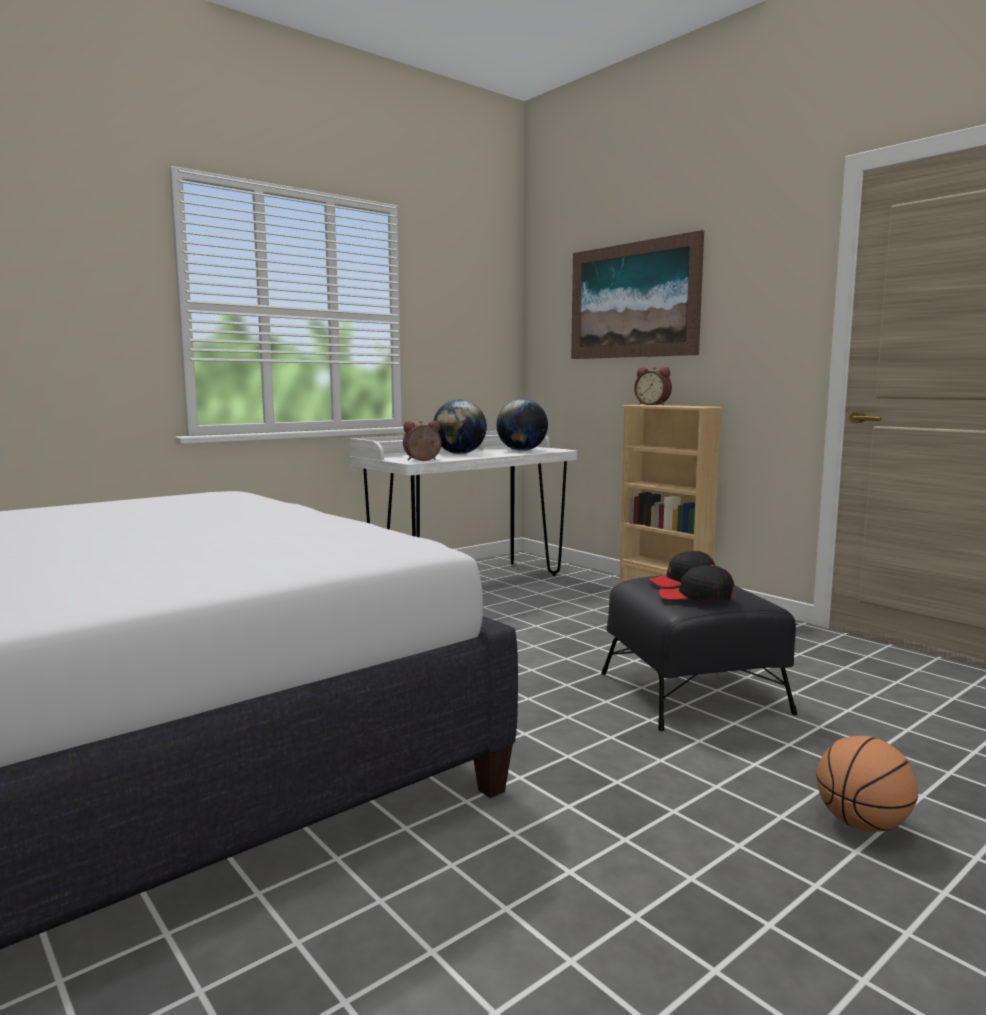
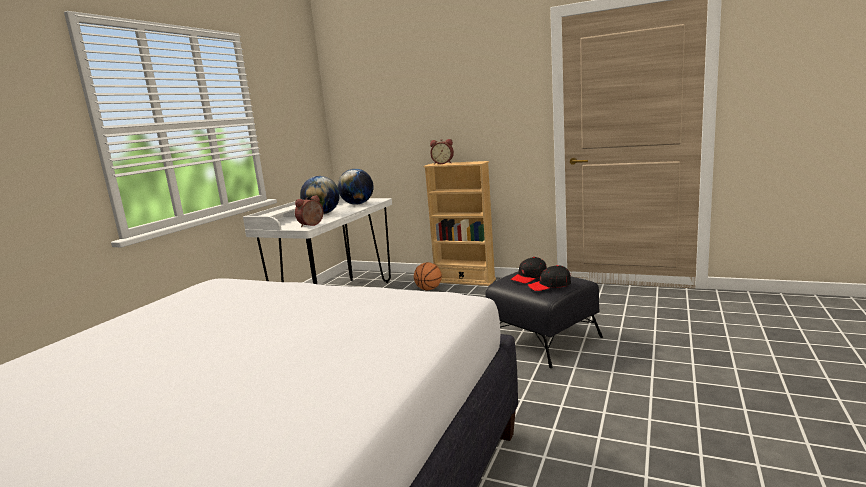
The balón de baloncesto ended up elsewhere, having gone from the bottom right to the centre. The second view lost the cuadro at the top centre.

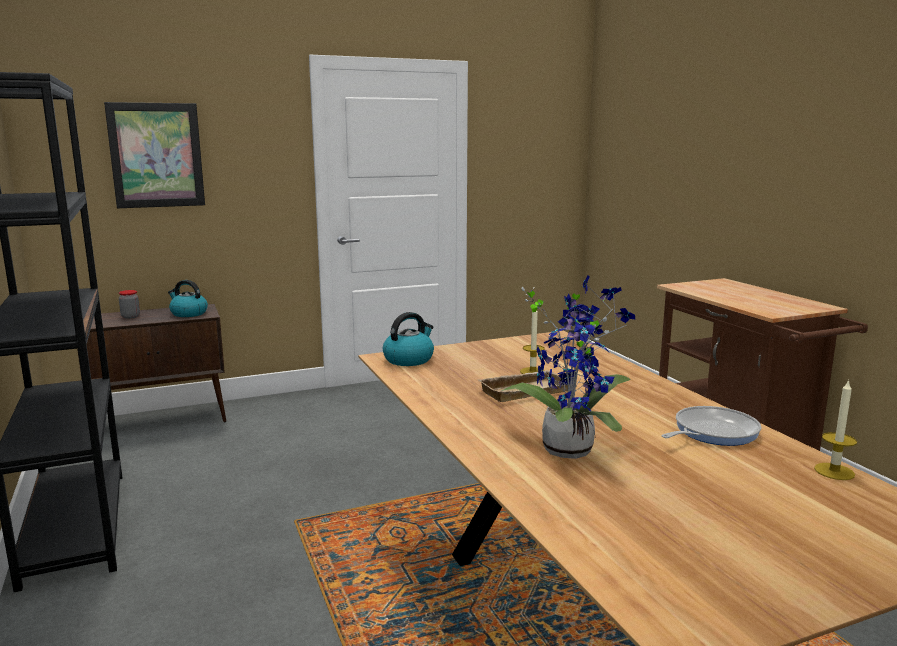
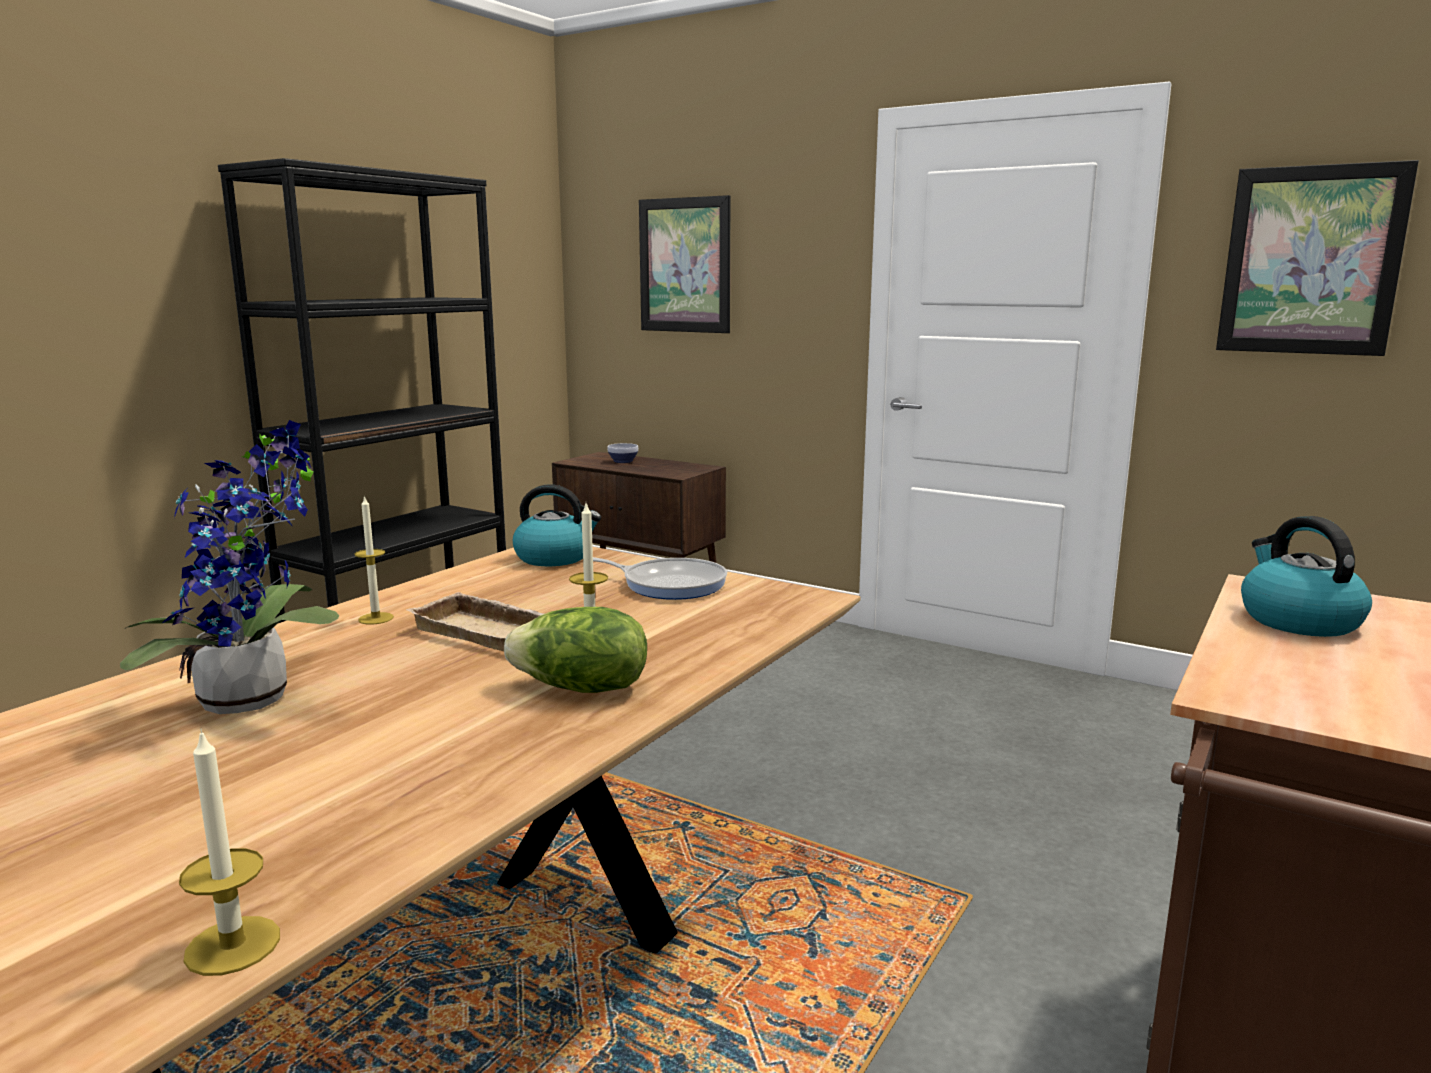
The second view gained the vela (2nd from left) at the middle left. The second view gained the lechuga at the centre. The sartén ended up elsewhere, having gone from the middle right to the centre. Where the tarro stood at the middle left, the cuenco came to stand at the centre. The second view gained the cuadro (2nd from left) at the top right. The hervidor (1st from left in the first image) ended up elsewhere, having gone from the middle left to the middle right.

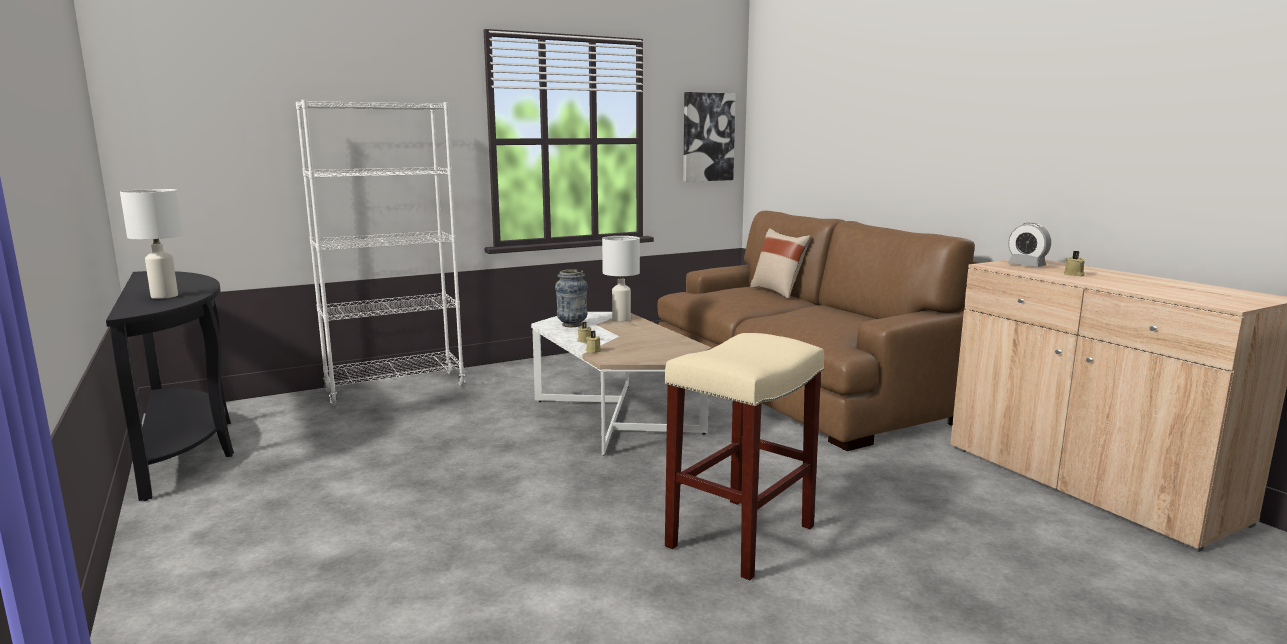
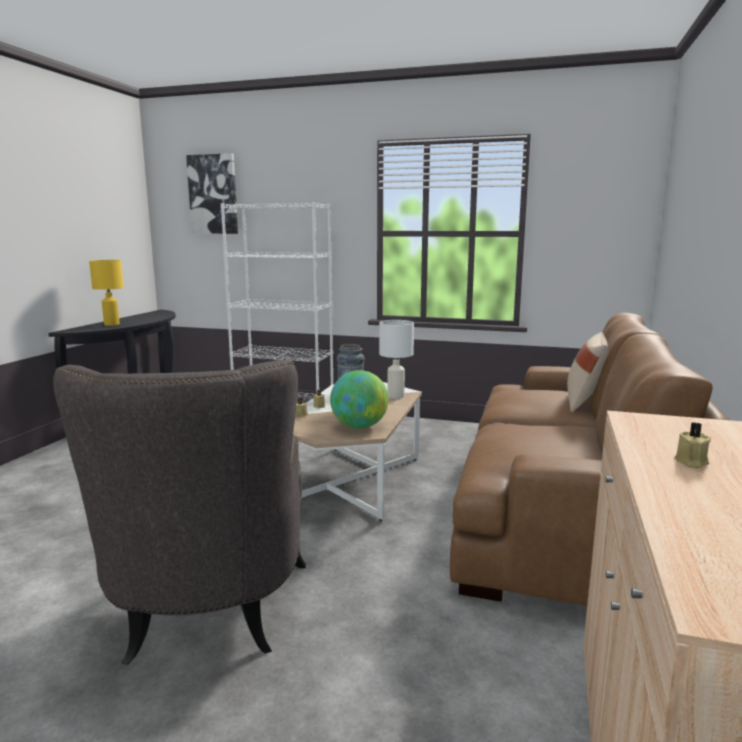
Where the taburete (beis) stood at the bottom centre, the sillón (gris) came to stand at the bottom left. What was the lámpara de mesa (blanco) (1st from left) at the middle left turned into the lámpara de mesa (amarillo) at the middle left. The cuadro ended up elsewhere, having gone from the top centre to the top left. The second view gained the globo terráqueo at the centre. The second view lost the despertador at the middle right.

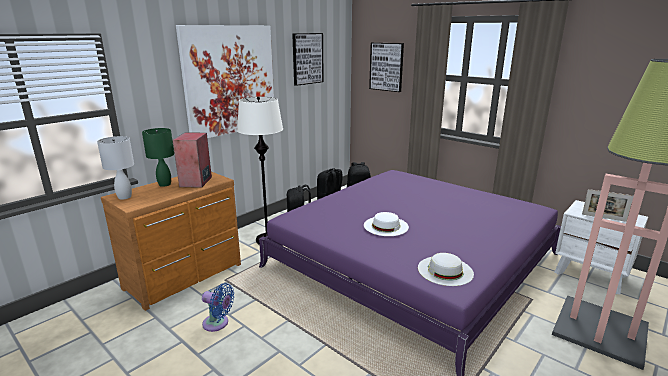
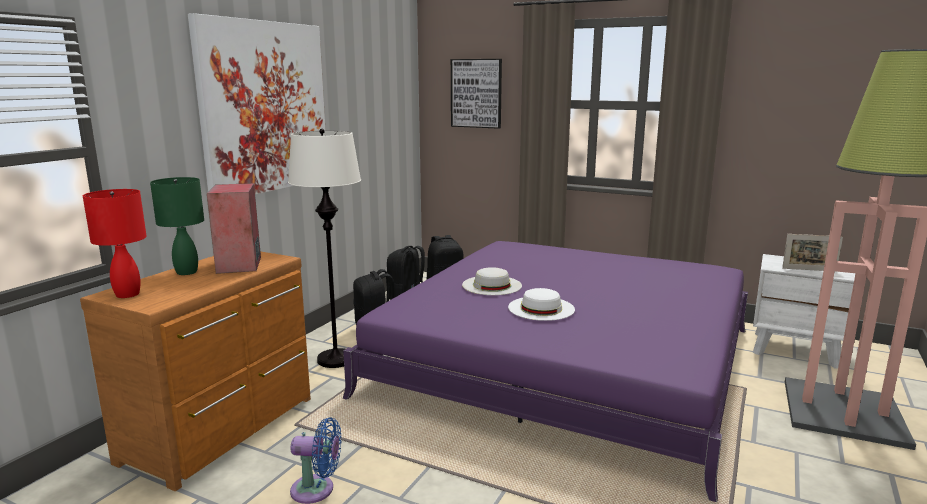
What was the lámpara de mesa (blanco) at the middle left turned into the lámpara de mesa (rojo) at the middle left. The sombrero (blanco) (2nd from left in the first image) ended up elsewhere, having gone from the bottom right to the centre. The second view lost the cuadro (2nd from left) at the top centre.

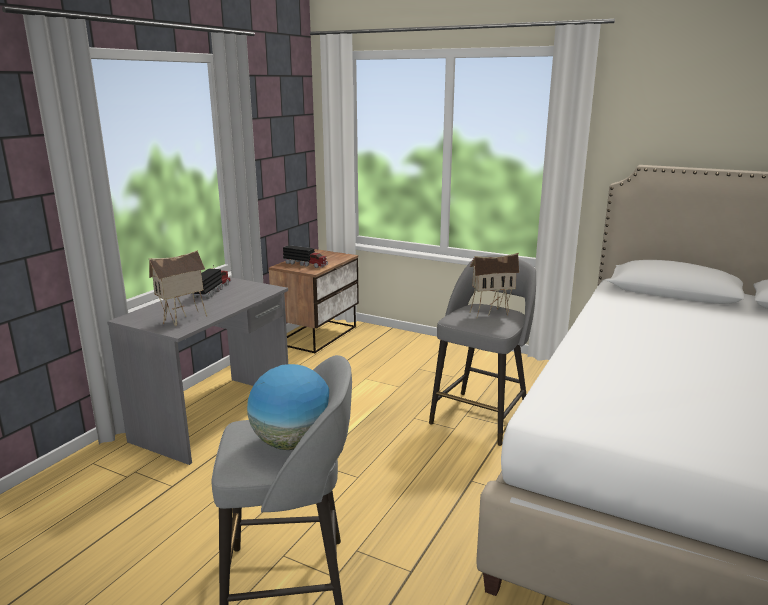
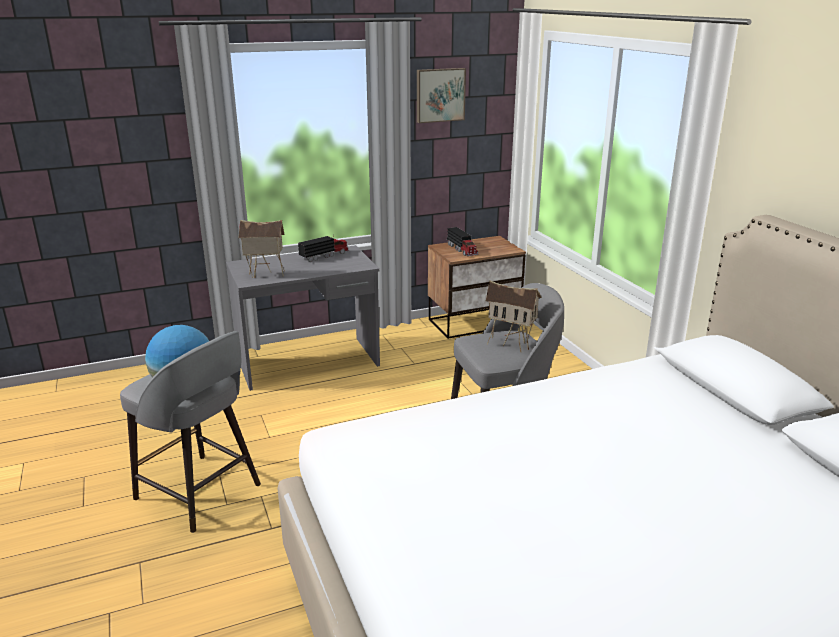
The second view gained the cuadro at the top centre.

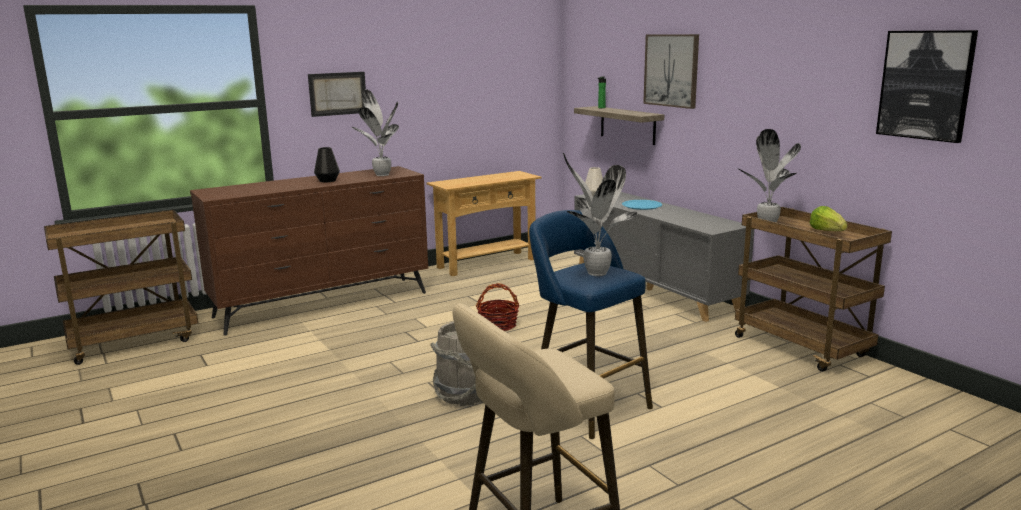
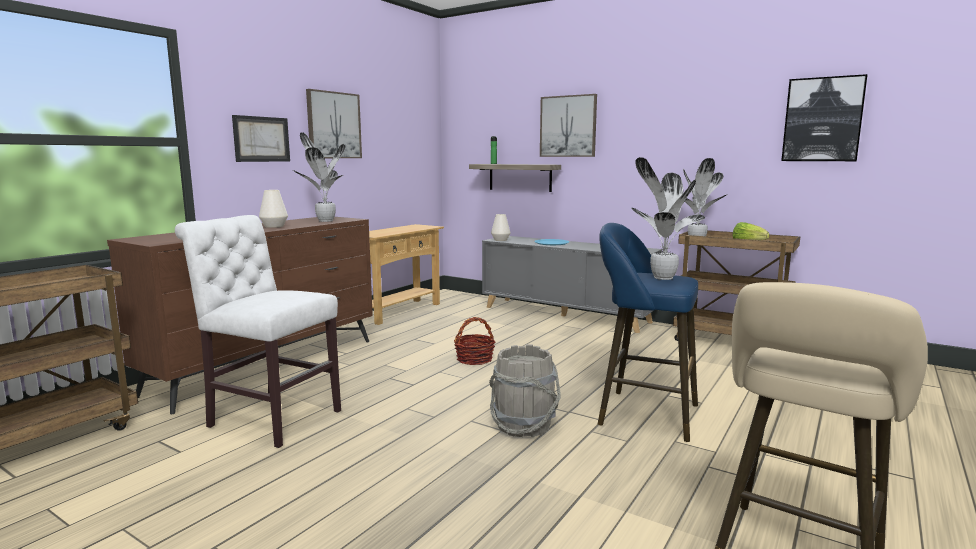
The second view gained the silla (blanco) at the middle left. What was the florero (negro) at the top left turned into the florero (blanco) (1st from left) at the middle left. The second view gained the cuadro (2nd from left) at the top centre.

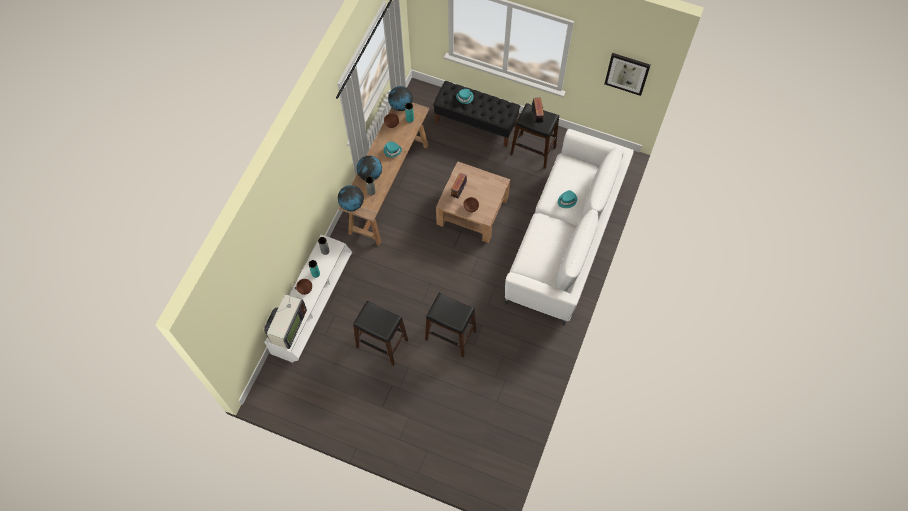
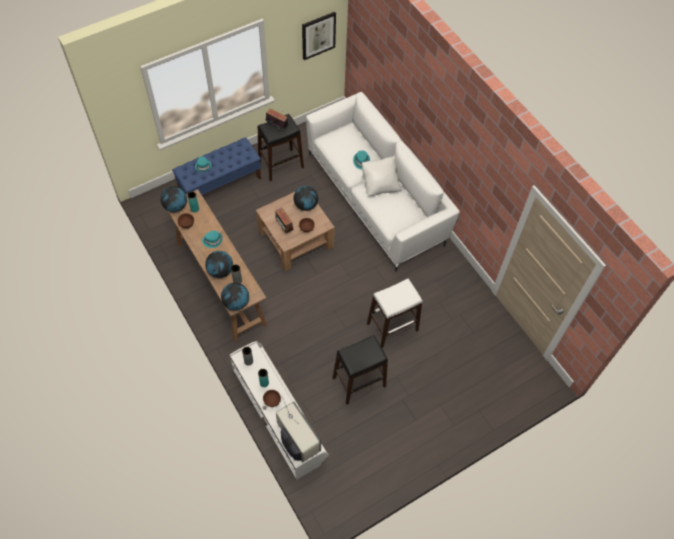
What was the banco (negro) at the top centre turned into the banco (azul) at the top left. The second view gained the globo terráqueo (4th from left) at the centre. The second view gained the cojín (blanco) at the top centre. What was the taburete (negro) (2nd from left) at the centre turned into the taburete (blanco) at the centre.

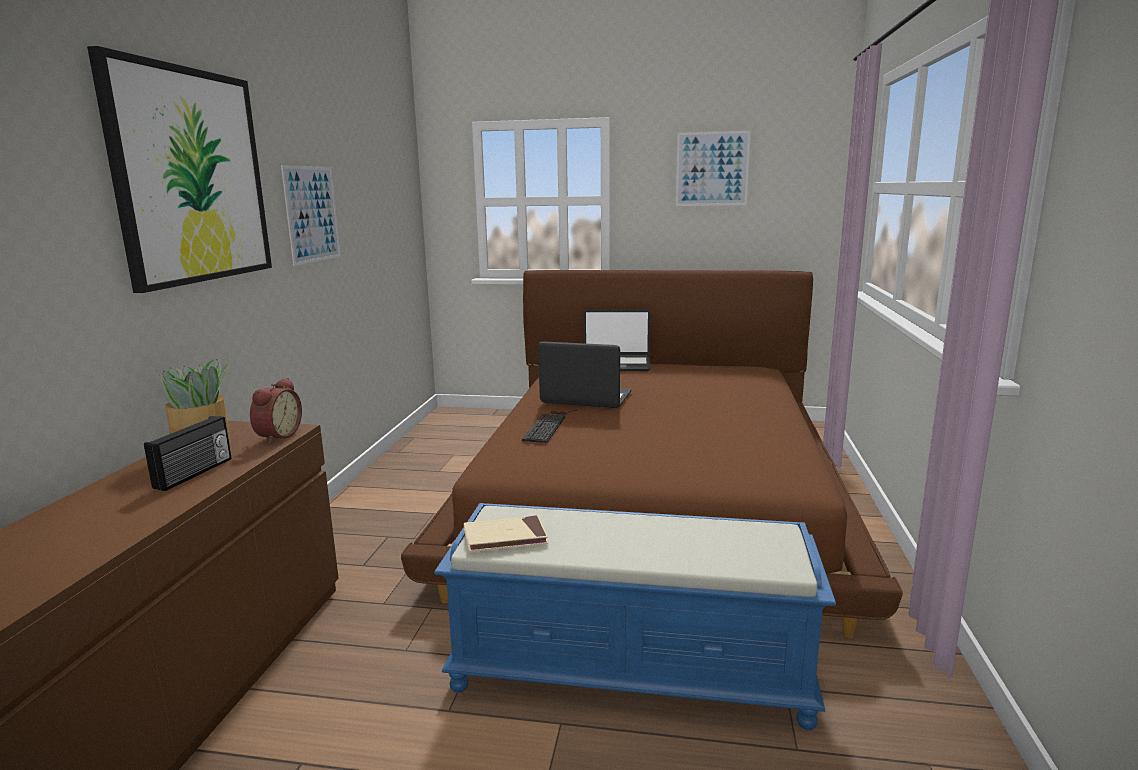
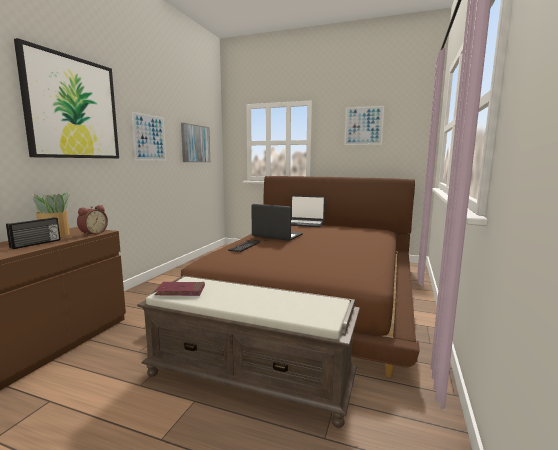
What was the banco (azul) at the bottom centre turned into the banco (marrón) at the bottom centre. What was the libro (beis) at the bottom centre turned into the libro (rojo) at the middle left. The second view gained the cuadro (3rd from left) at the top centre.

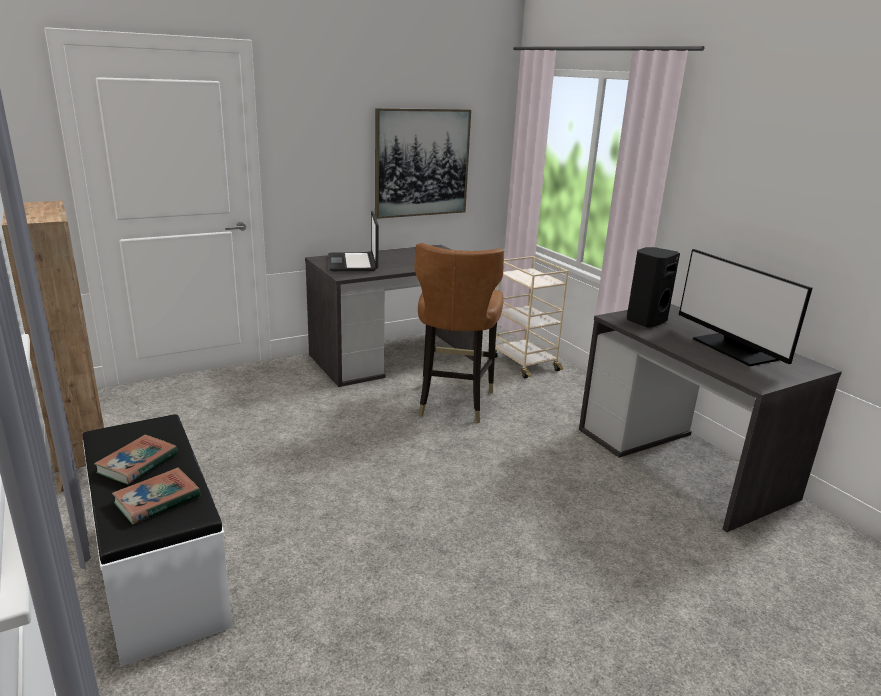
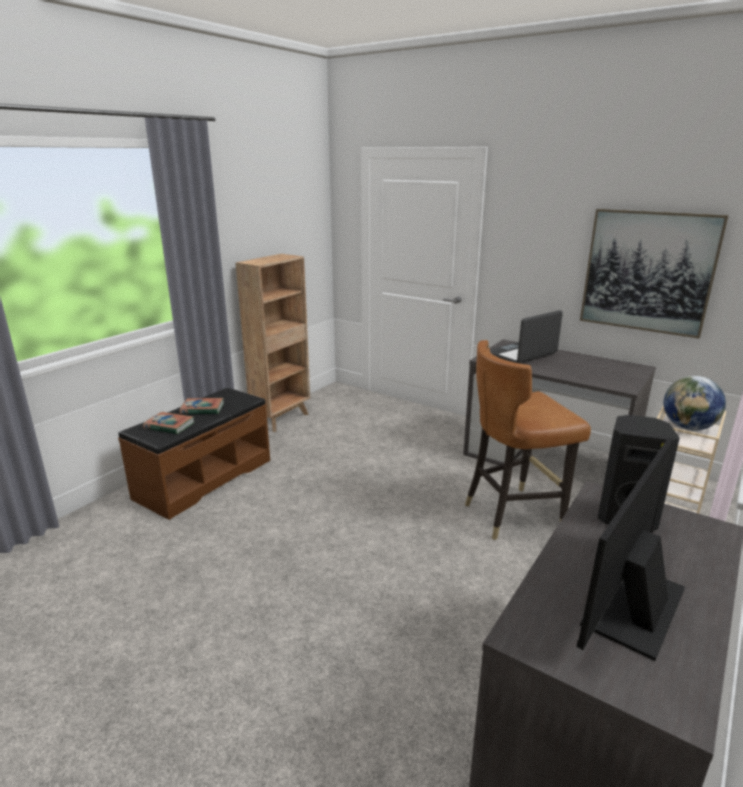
What was the banco (blanco) at the bottom left turned into the banco (marrón) at the middle left. The second view gained the globo terráqueo at the middle right.

